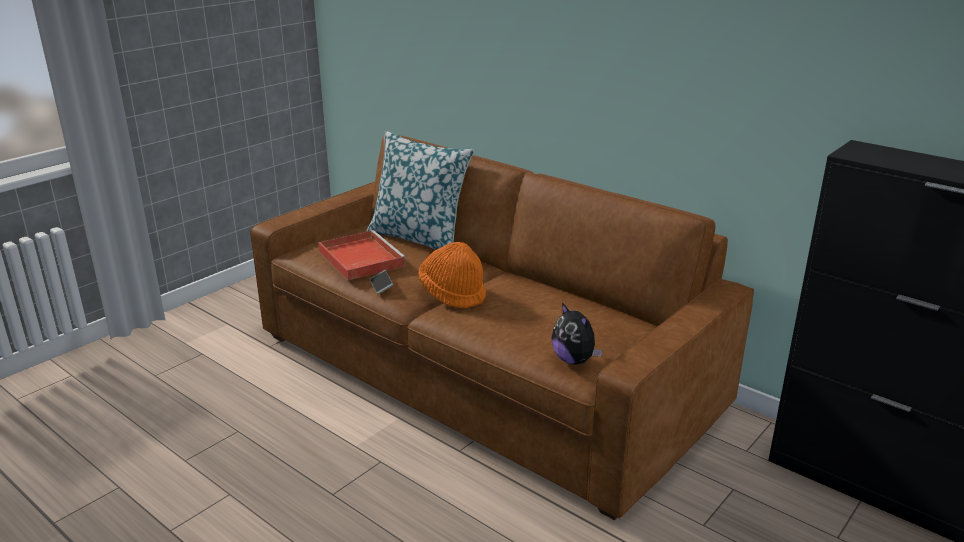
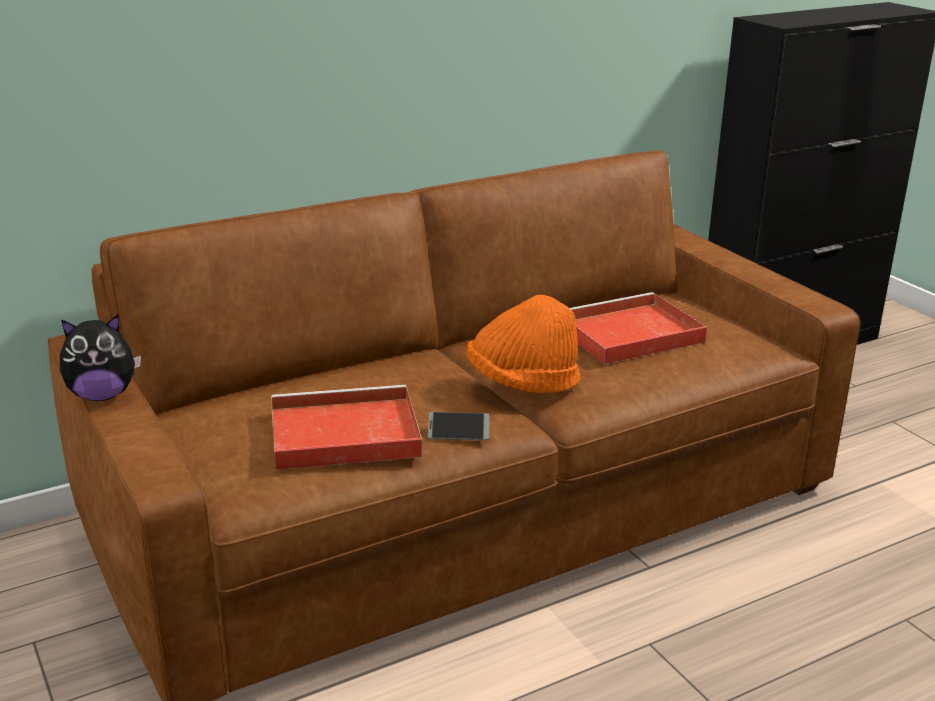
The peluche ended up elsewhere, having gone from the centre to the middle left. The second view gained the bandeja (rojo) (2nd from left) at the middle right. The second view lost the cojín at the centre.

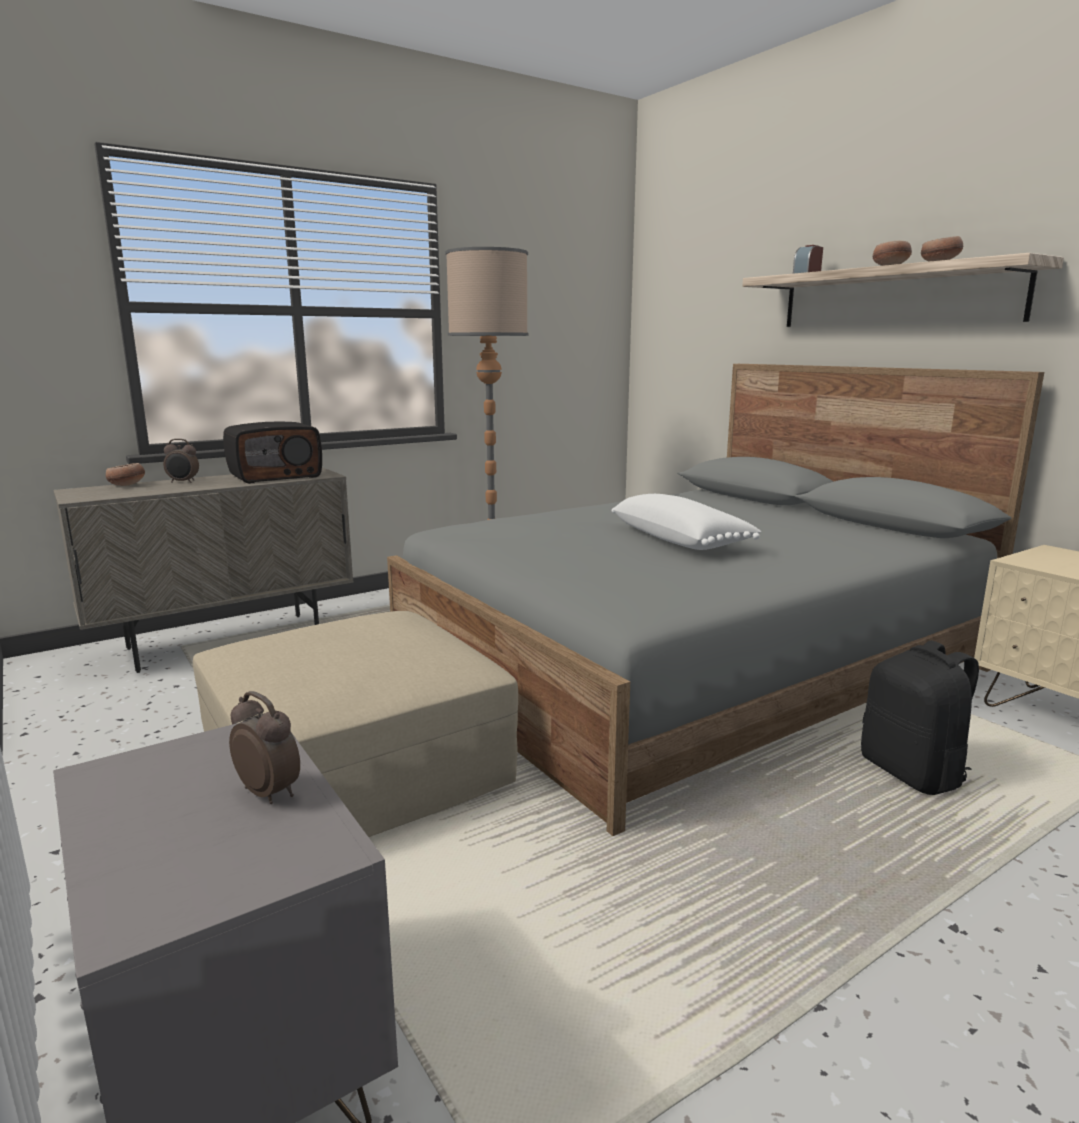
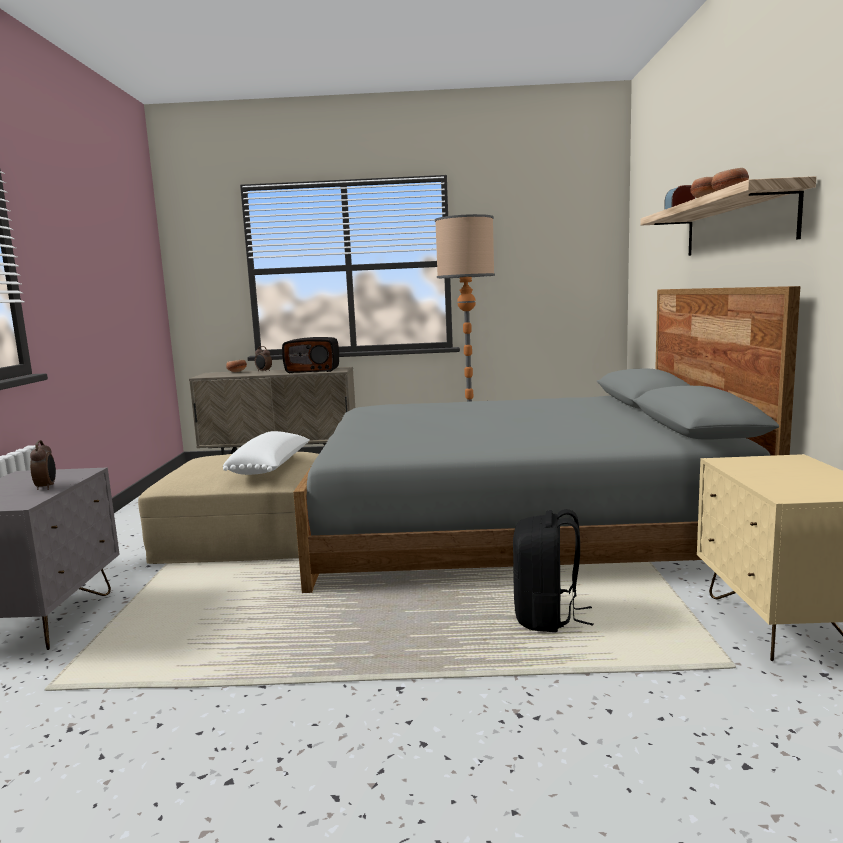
The cojín (blanco) ended up elsewhere, having gone from the centre to the middle left.

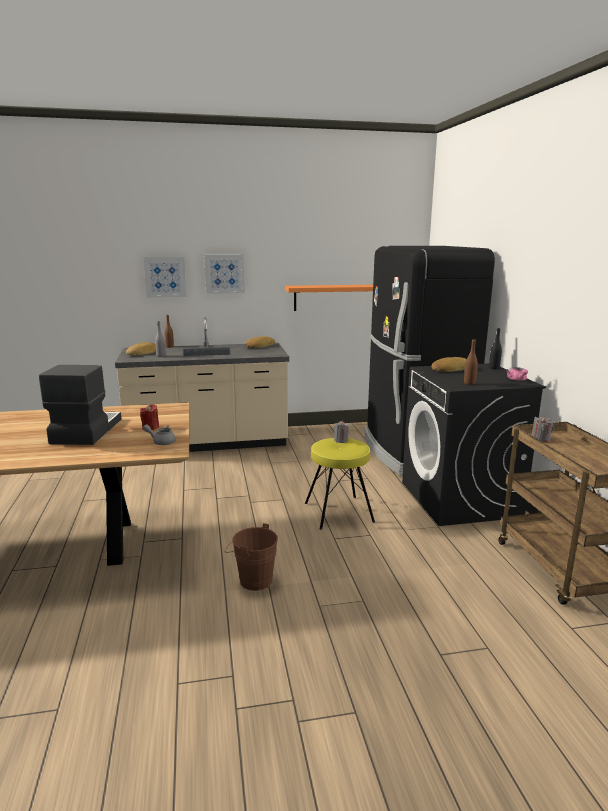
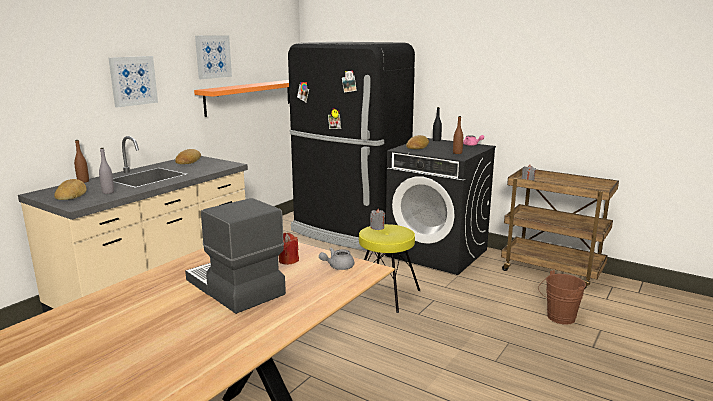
The cuadro (1st from left in the first image) ended up elsewhere, having gone from the middle left to the top left. The cubo (marrón) ended up elsewhere, having gone from the bottom centre to the bottom right.

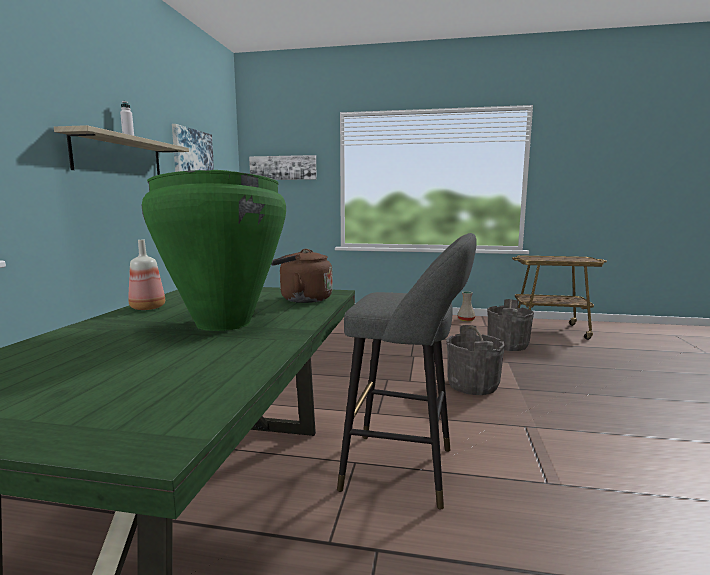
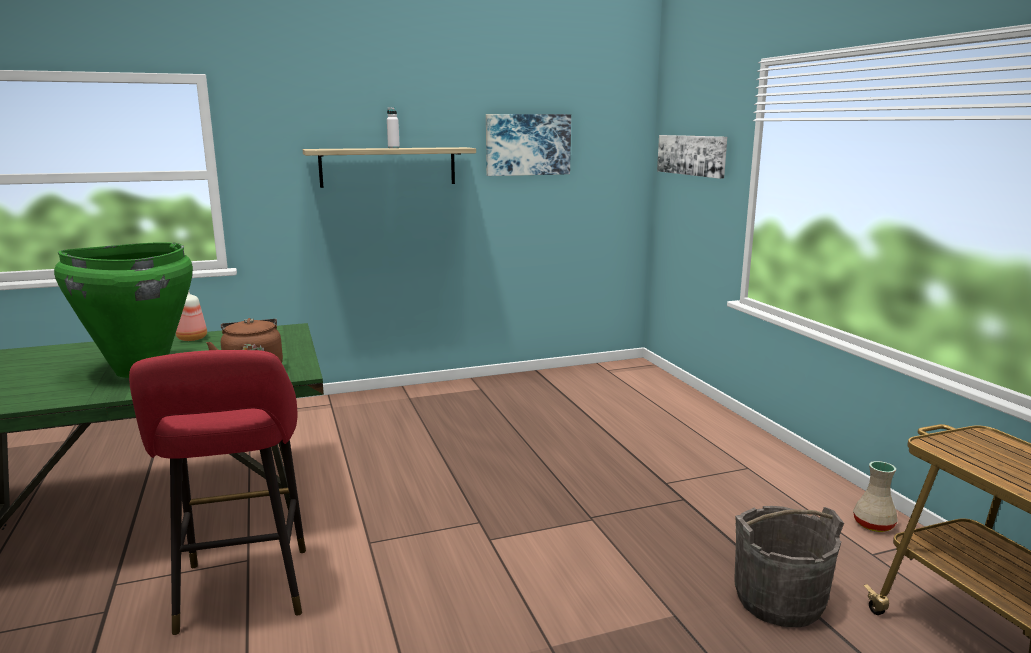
What was the taburete (gris) at the centre turned into the taburete (rojo) at the bottom left. The second view lost the cubo (gris) (1st from left) at the middle right.

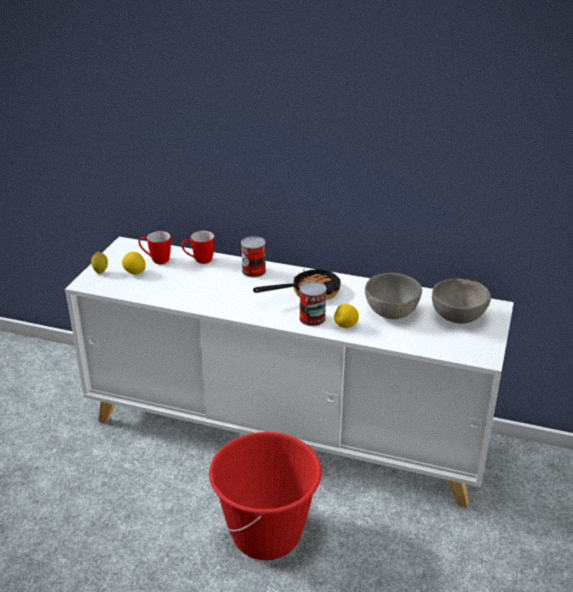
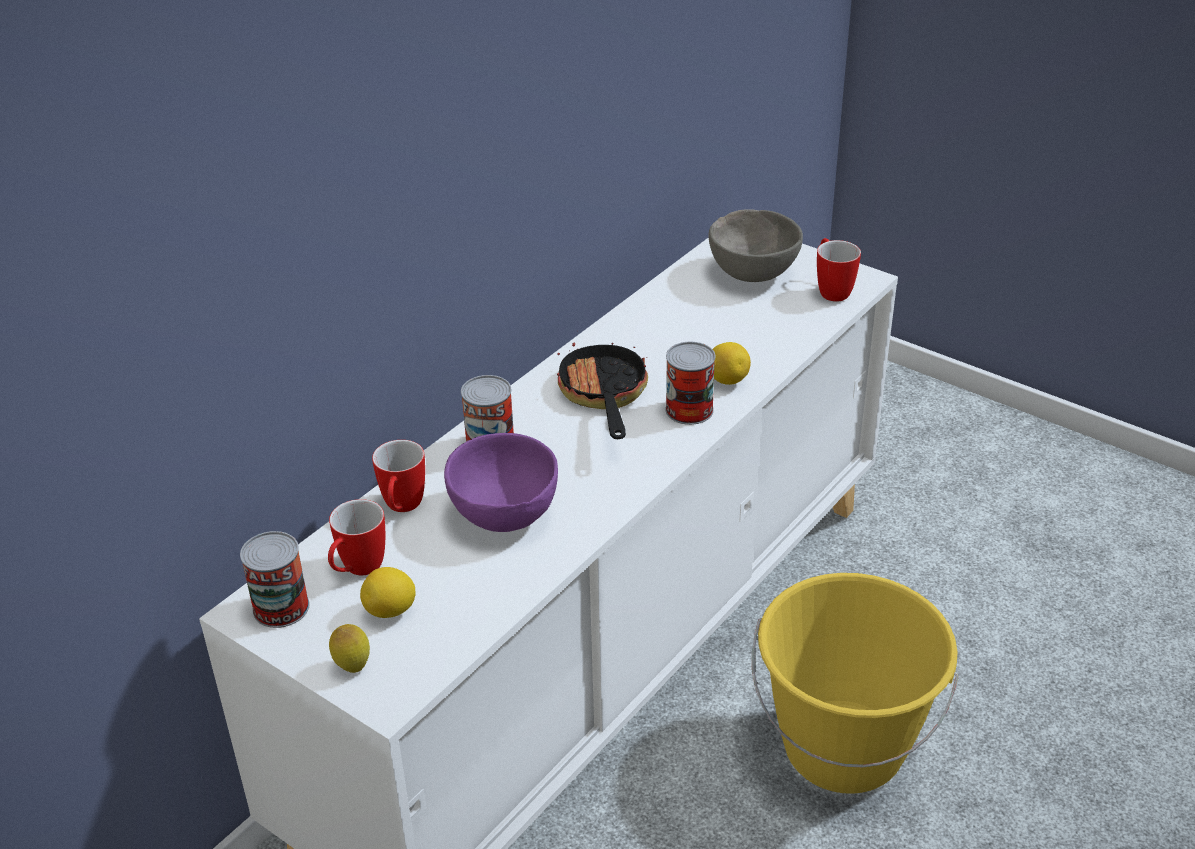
The second view gained the lata (1st from left) at the bottom left. The second view gained the cuenco (morado) at the centre. What was the cubo (rojo) at the bottom centre turned into the cubo (amarillo) at the bottom right. The second view gained the taza grande (3rd from left) at the top right. The second view lost the cuenco (gris) (1st from left) at the middle right.

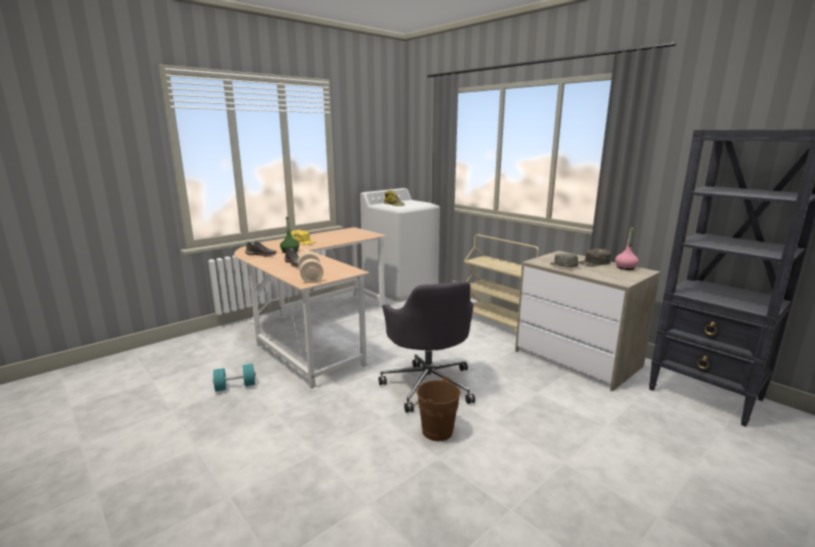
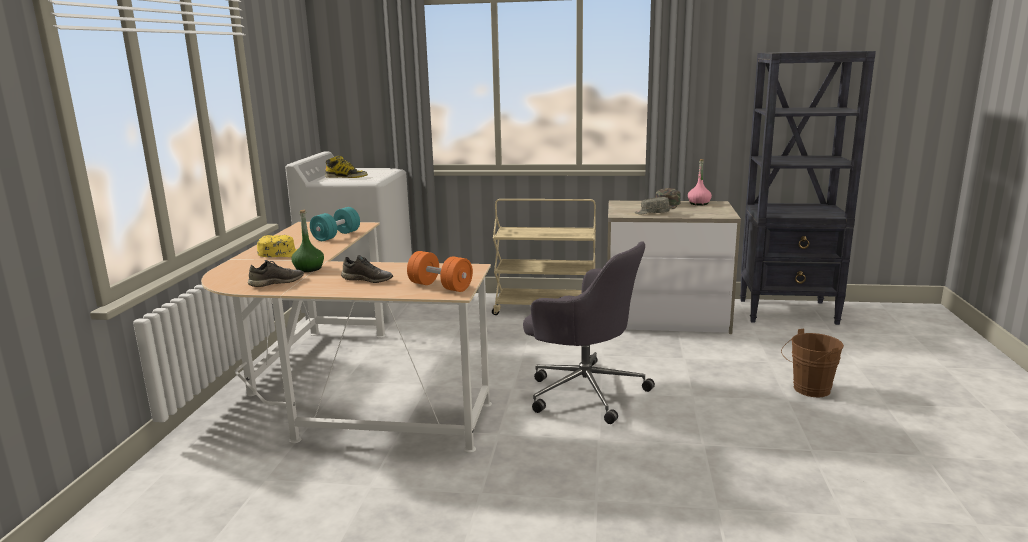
The mancuerna (turquesa) ended up elsewhere, having gone from the bottom left to the middle left. What was the mancuerna (beis) at the centre turned into the mancuerna (naranja) at the centre. The cubo (marrón) ended up elsewhere, having gone from the bottom centre to the bottom right.

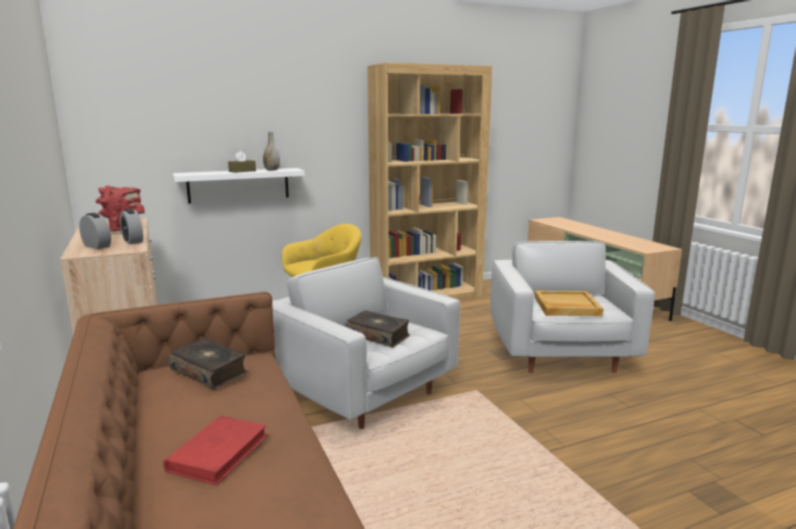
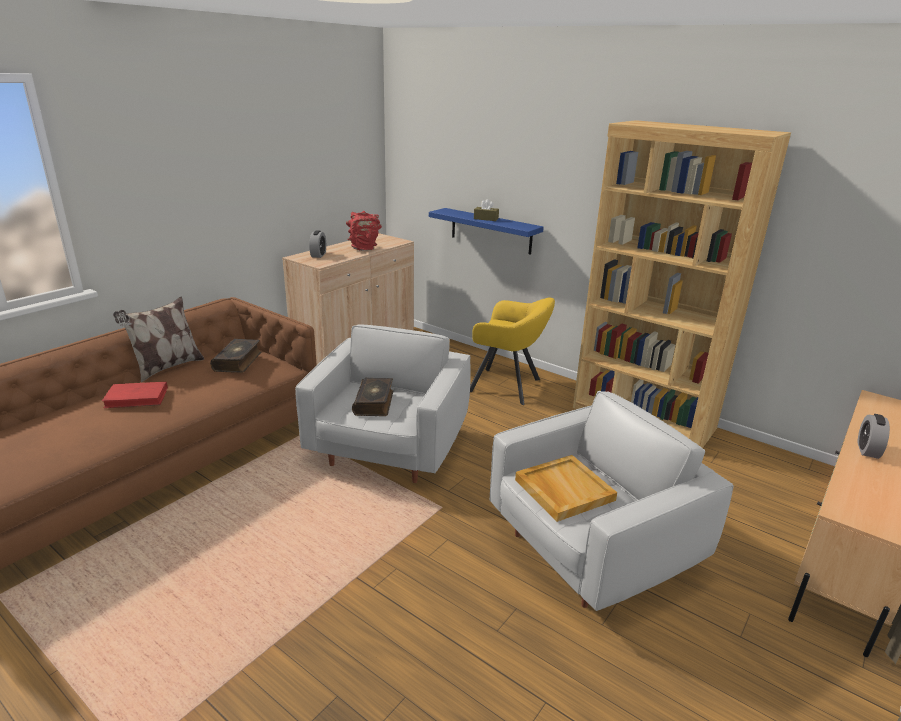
The second view gained the cojín at the middle left. What was the estante (blanco) at the middle left turned into the estante (azul) at the top centre. The despertador (2nd from left) ended up elsewhere, having gone from the middle left to the middle right. The second view lost the florero (gris) at the top centre.

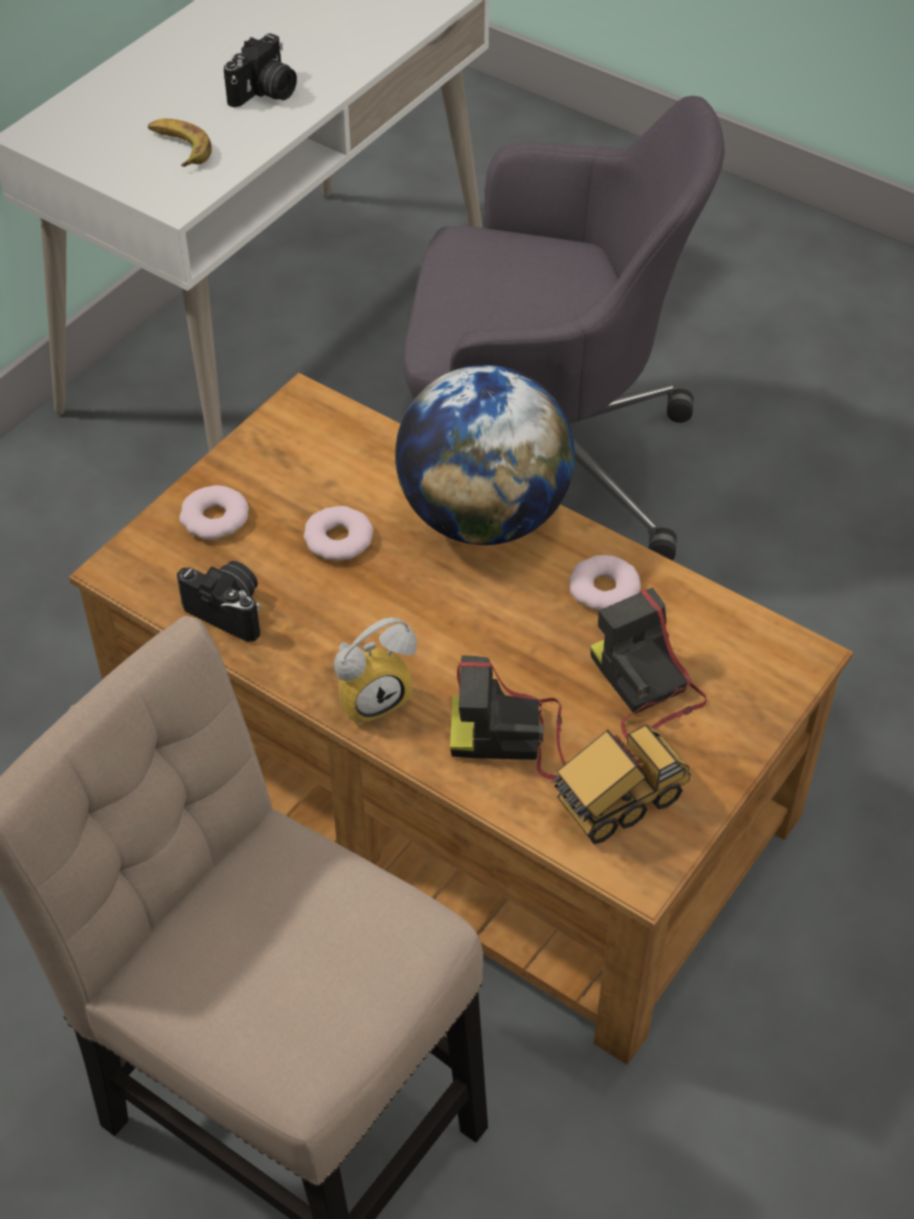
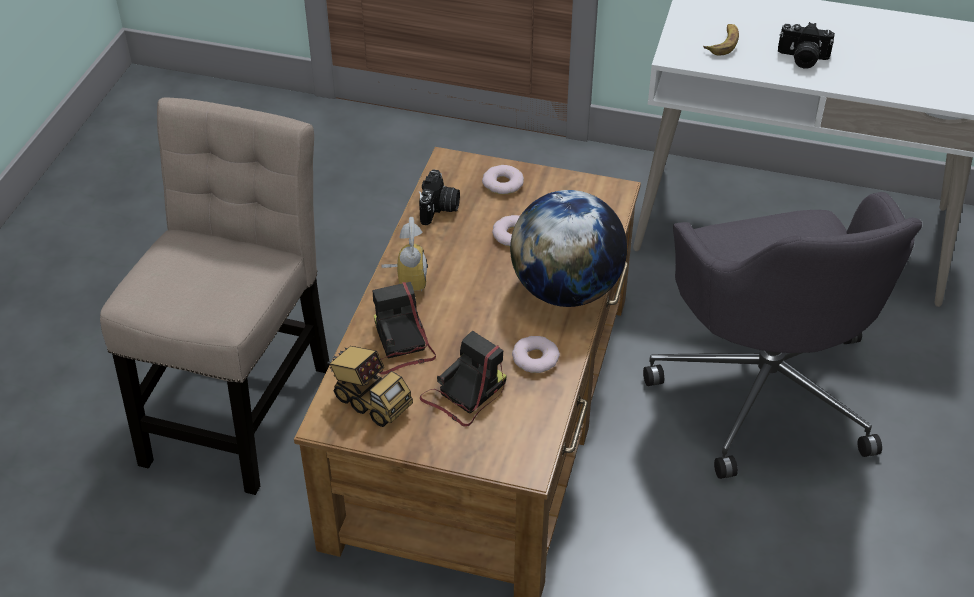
The despertador at the centre ended up facing another way, 135 degrees counterclockwise from before.

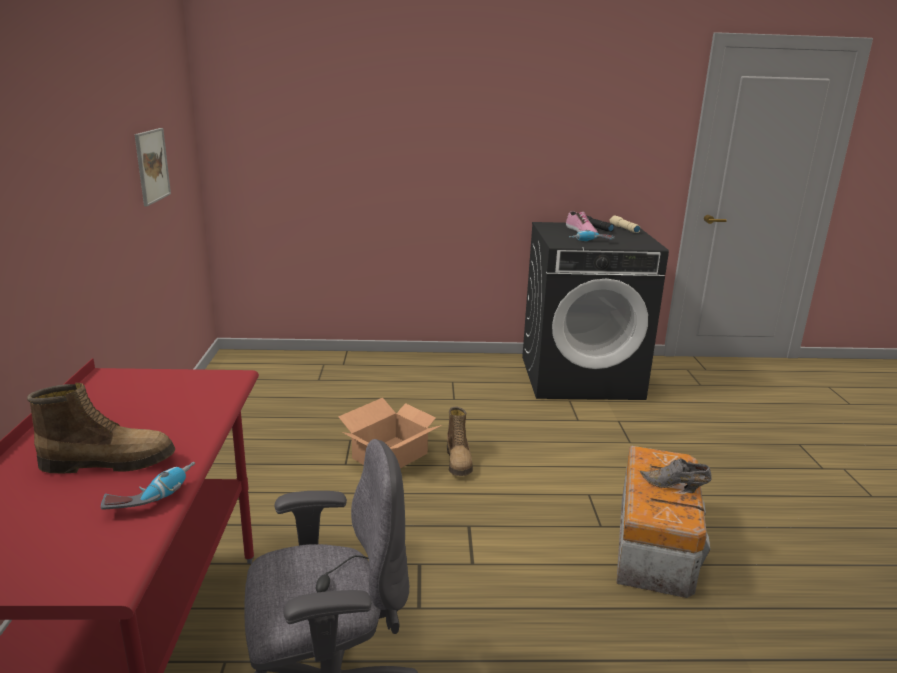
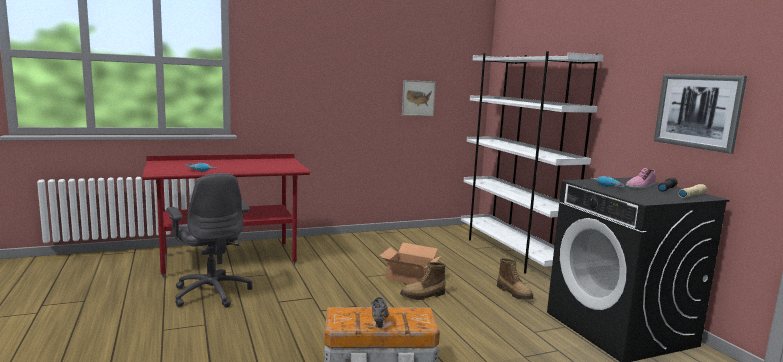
The second view gained the estantería (blanco) at the middle right. The bota (1st from left in the first image) ended up elsewhere, having gone from the middle left to the bottom centre. The second view gained the cuadro (2nd from left) at the top right.

